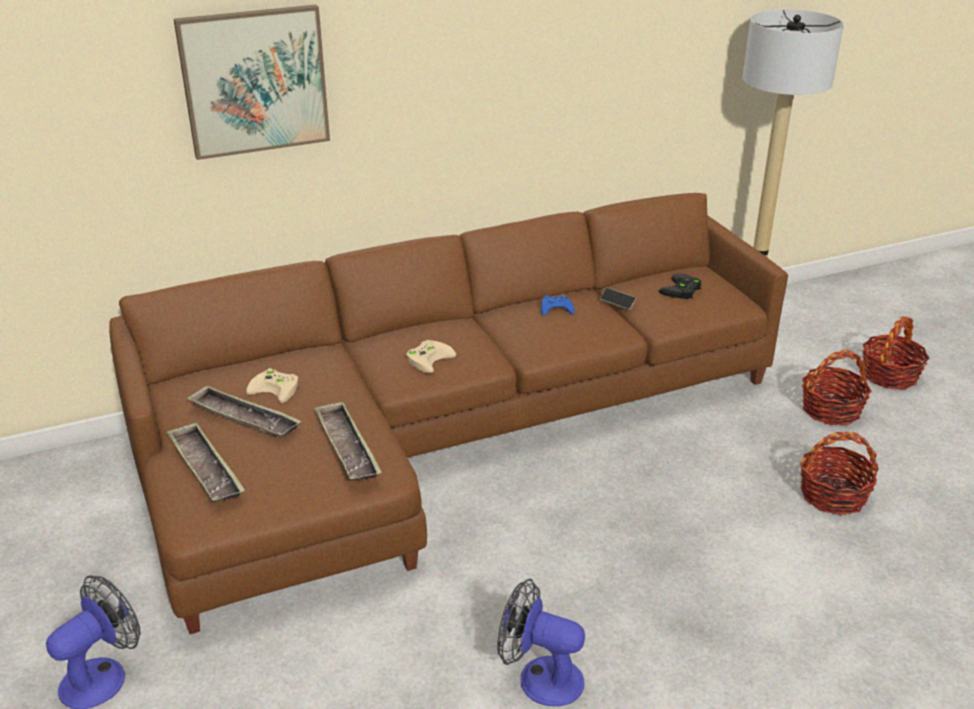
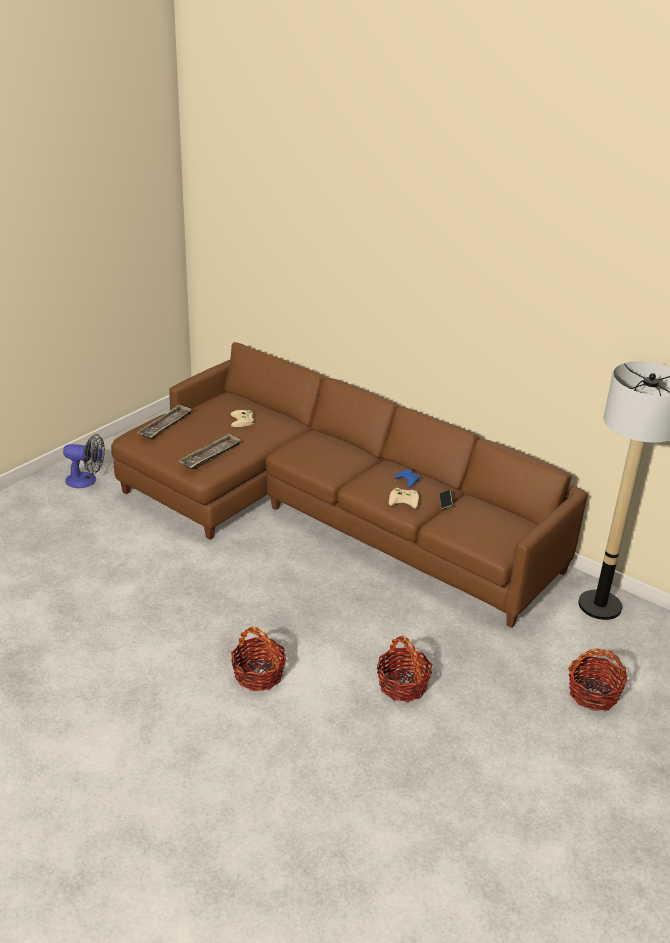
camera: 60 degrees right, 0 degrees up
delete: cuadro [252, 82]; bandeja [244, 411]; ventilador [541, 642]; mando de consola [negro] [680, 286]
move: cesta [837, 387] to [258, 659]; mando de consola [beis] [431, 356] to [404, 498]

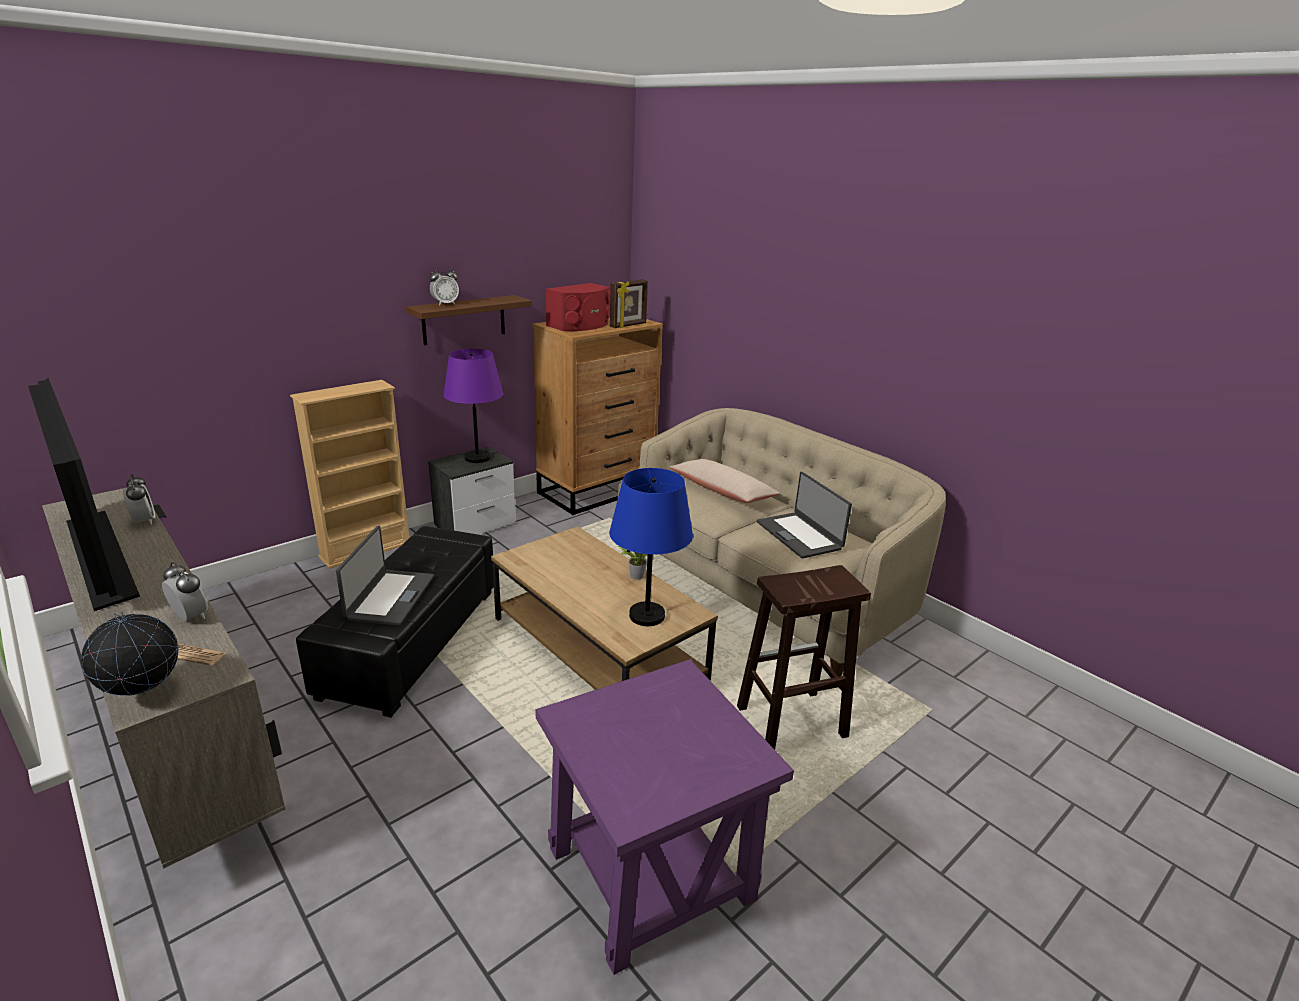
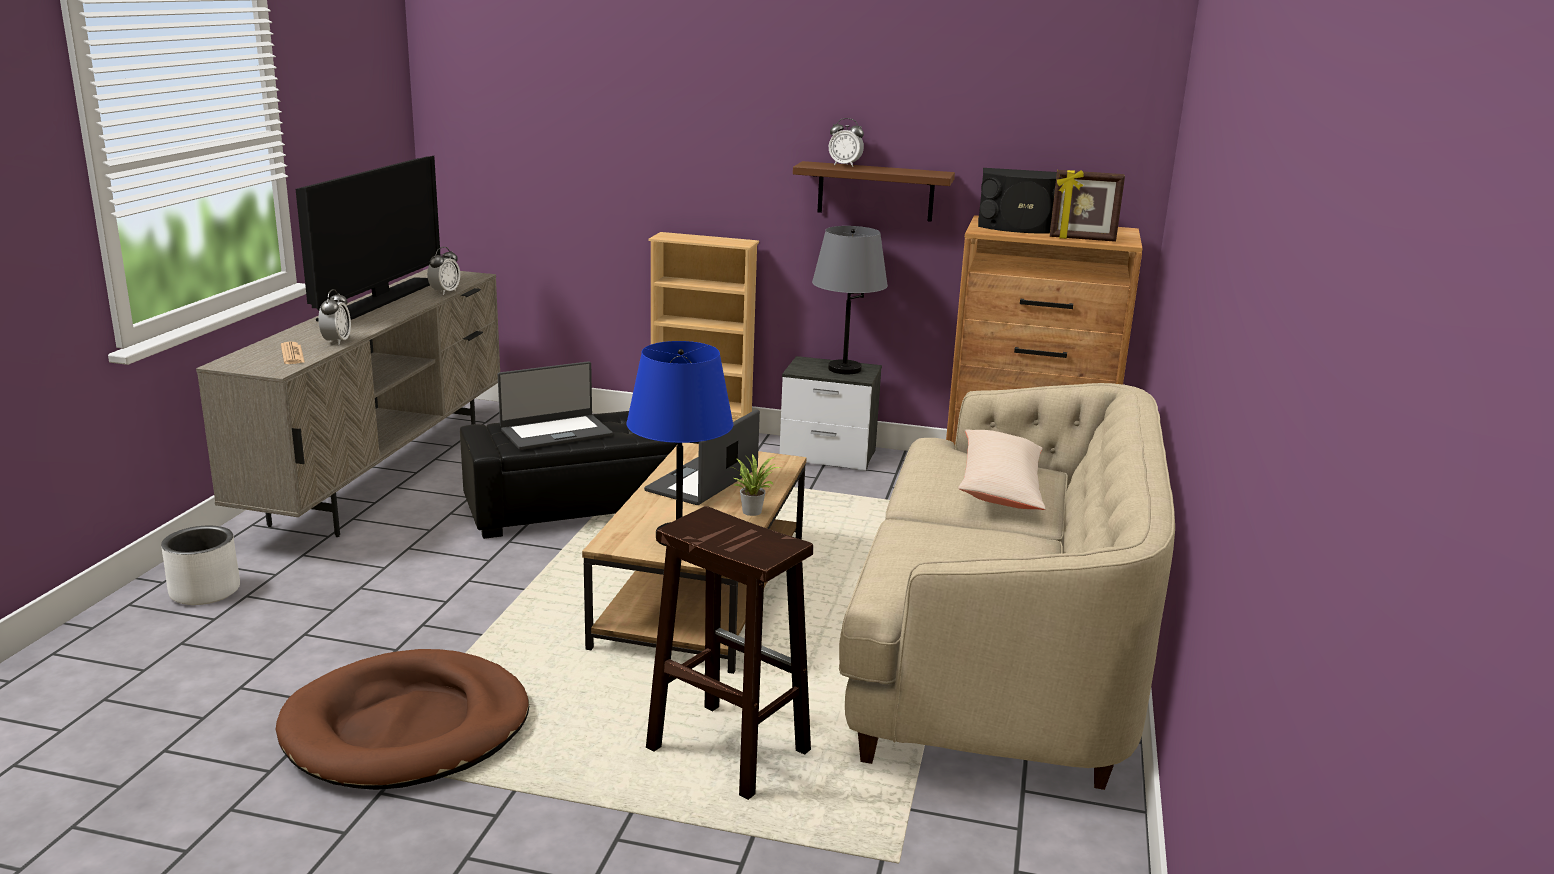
camera: 55 degrees right, 5 degrees down
delete: globo terráqueo [130, 653]
insert: maceta [blanco] [200, 565]
move: portátil [804, 515] to [702, 457]
replace: mesa auxiliar [morado] [664, 817] to cama para perro [marrón] [402, 719]
recolor: lámpara de mesa [morado] [473, 406] to lámpara de mesa [gris] [850, 300]; altavoz [rojo] [578, 307] to altavoz [negro] [1017, 201]

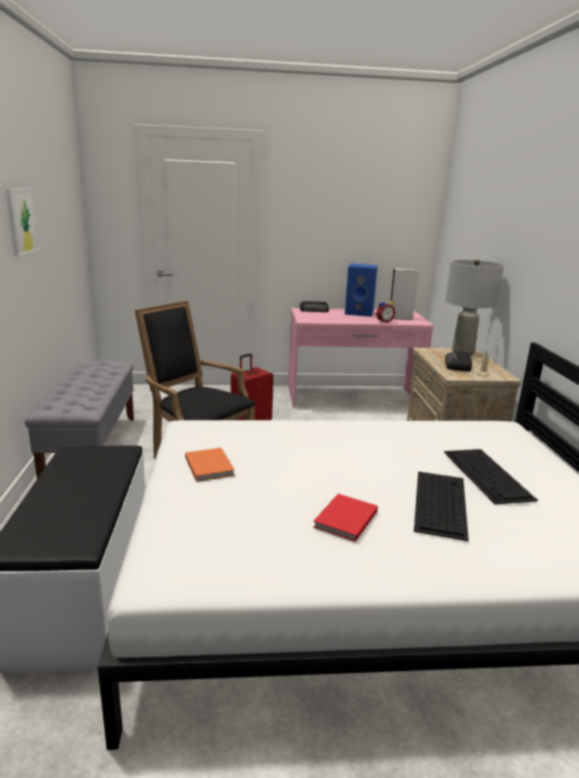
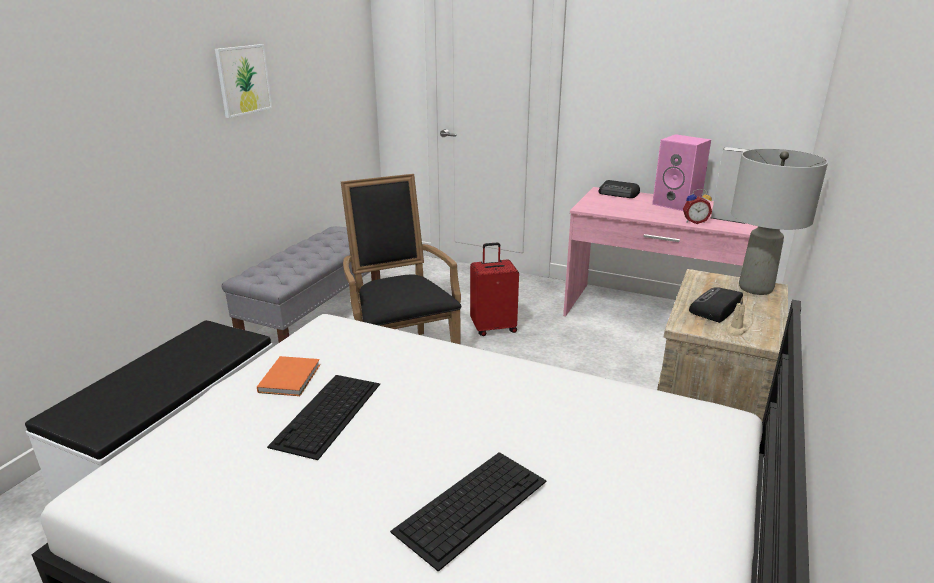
camera: 30 degrees right, 5 degrees up
delete: libro [rojo] [345, 518]
move: teclado [491, 476] to [323, 417]
recolor: altavoz [azul] [361, 290] to altavoz [rosa] [681, 172]

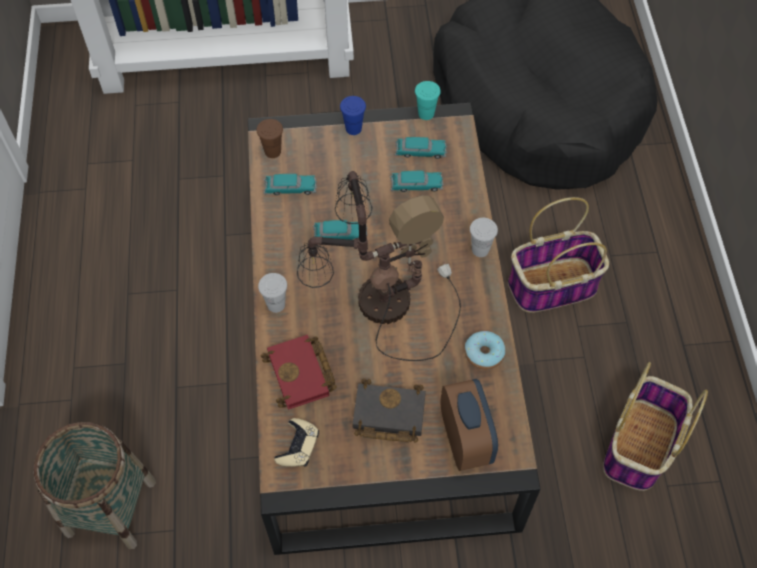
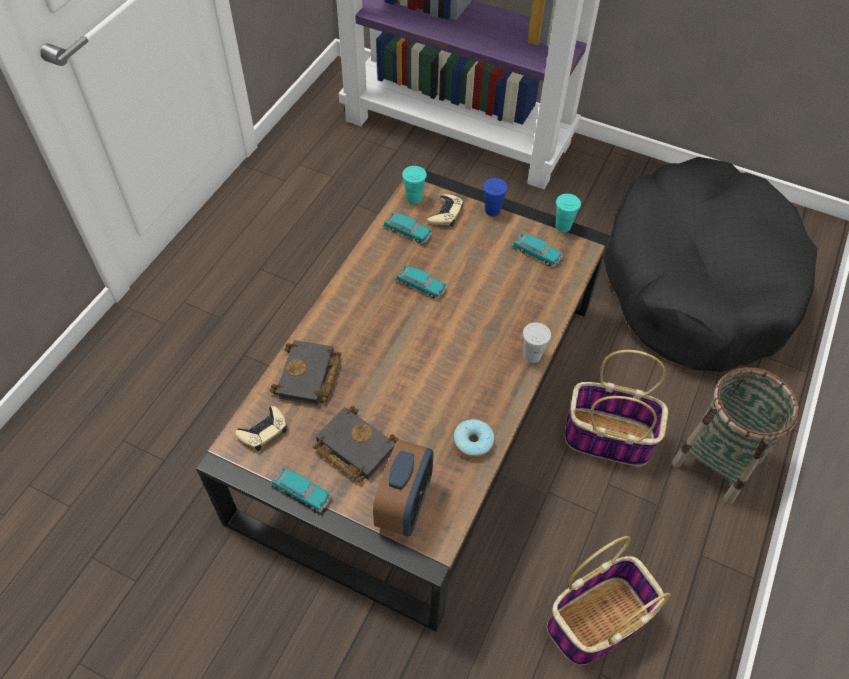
camera: 30 degrees right, 5 degrees down
delete: taza [blanco] [272, 293]; lámpara de mesa [379, 266]
insert: mando de consola [beis] [445, 210]
move: coche de juguete [417, 181] to [301, 489]; cesta [95, 486] to [735, 435]
recolor: libro [rojo] [299, 372] to libro [negro] [305, 372]; taza [marrón] [269, 138] to taza [turquesa] [414, 185]

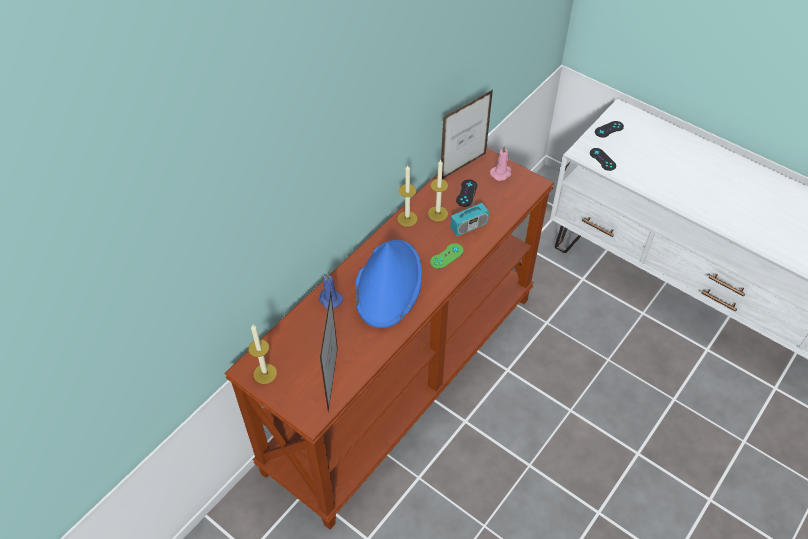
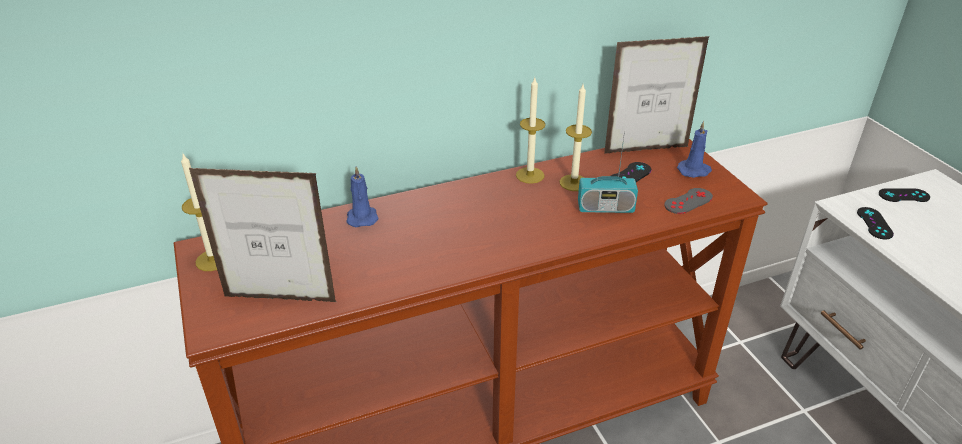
camera: 30 degrees right, 15 degrees down
delete: sombrero [azul] [388, 284]; mando de consola [verde] [447, 256]
insert: mando de consola [gris] [688, 201]
recolor: vela [rosa] [500, 163] to vela [azul] [694, 149]
rotate: portarretratos [329, 351] = [262, 235] 60 degrees clockwise

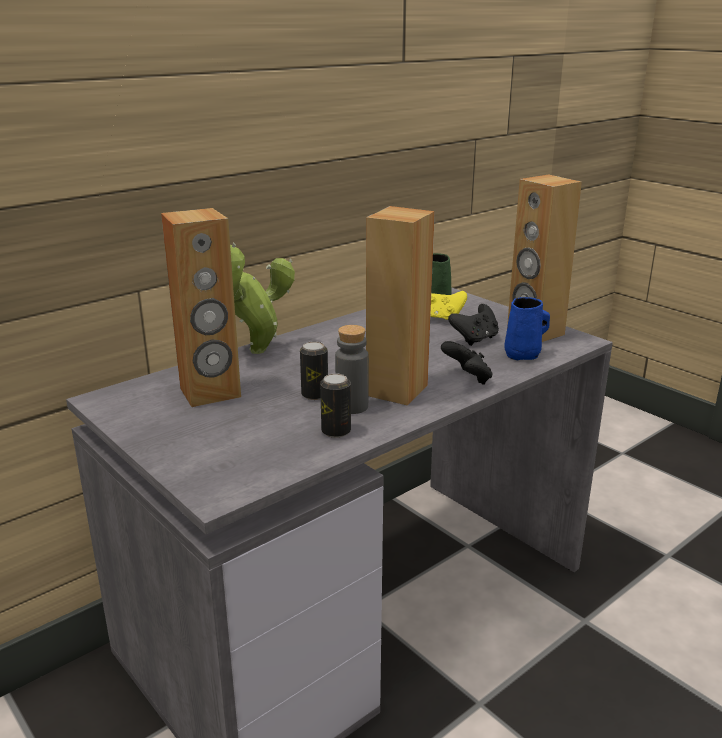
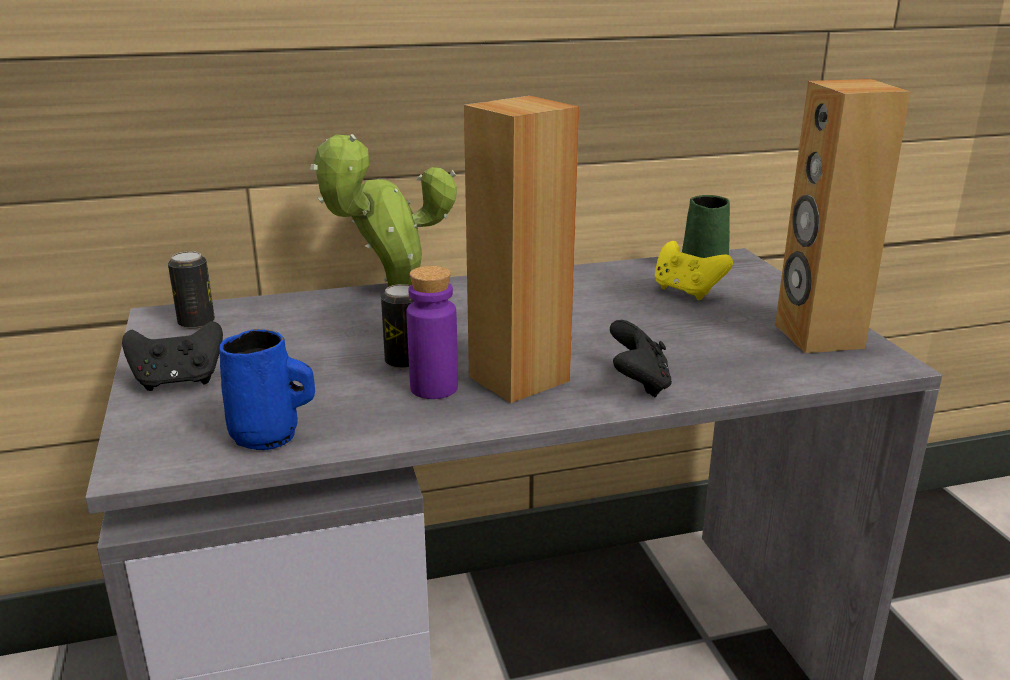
camera: 25 degrees right, 0 degrees up
delete: altavoz [marrón] [201, 307]
move: mando de consola [negro] [473, 325] to [172, 356]; lata [335, 405] to [191, 290]; taza grande [azul] [527, 328] to [267, 389]
recolor: botella [gris] [352, 369] to botella [morado] [432, 332]

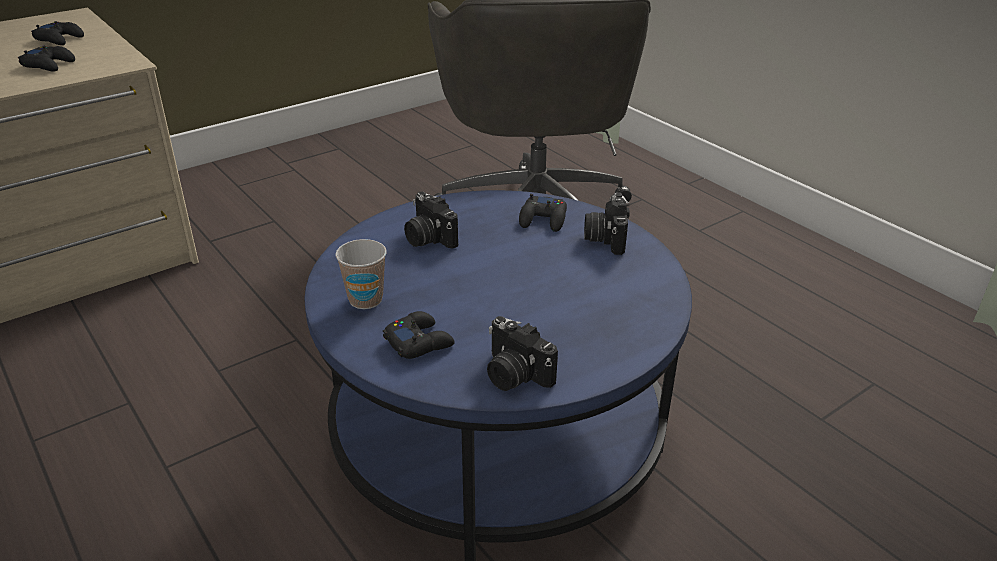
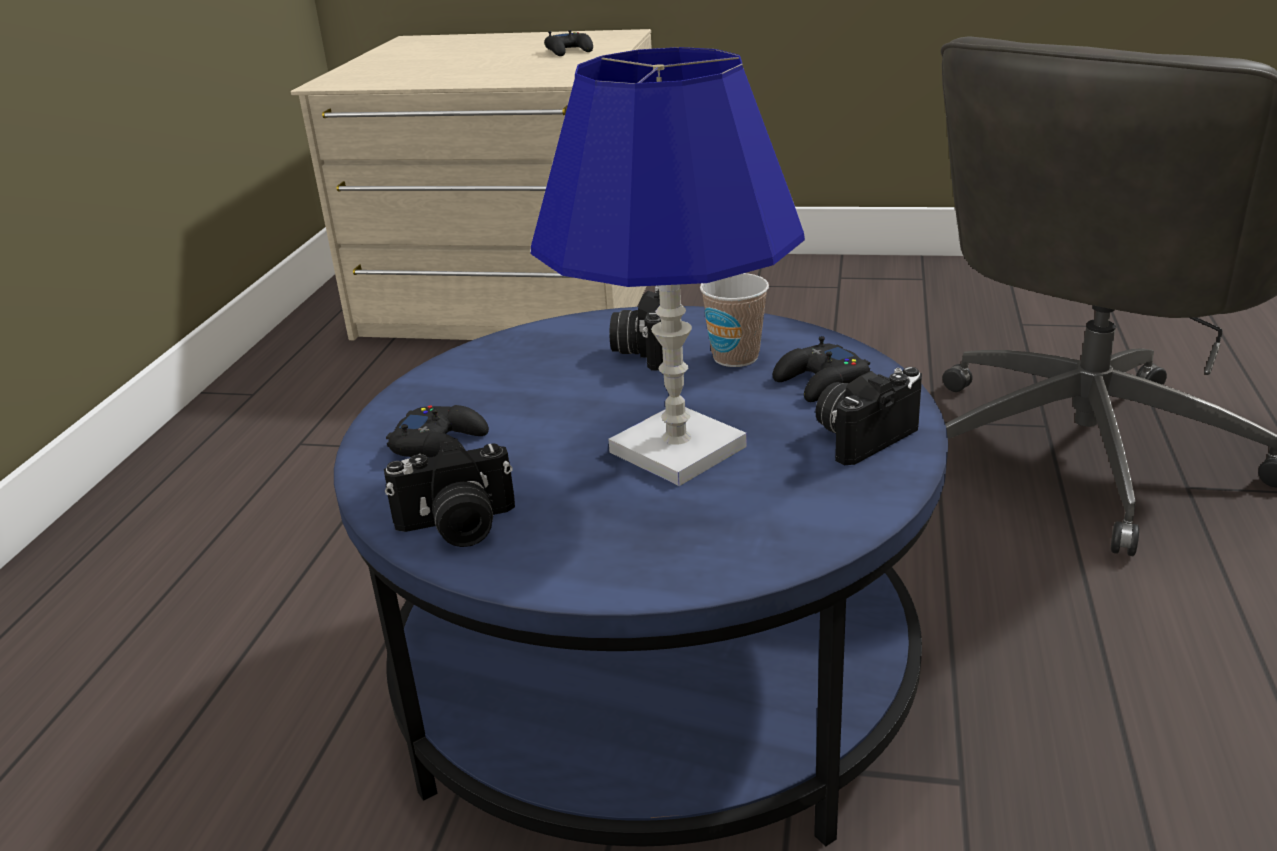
camera: 50 degrees right, 5 degrees down
delete: mando de consola [negro] [46, 59]
insert: lámpara de mesa [azul] [668, 266]
move: taza [361, 274] to [734, 320]
rotate: cámara [522, 353] = [449, 493] 105 degrees counterclockwise

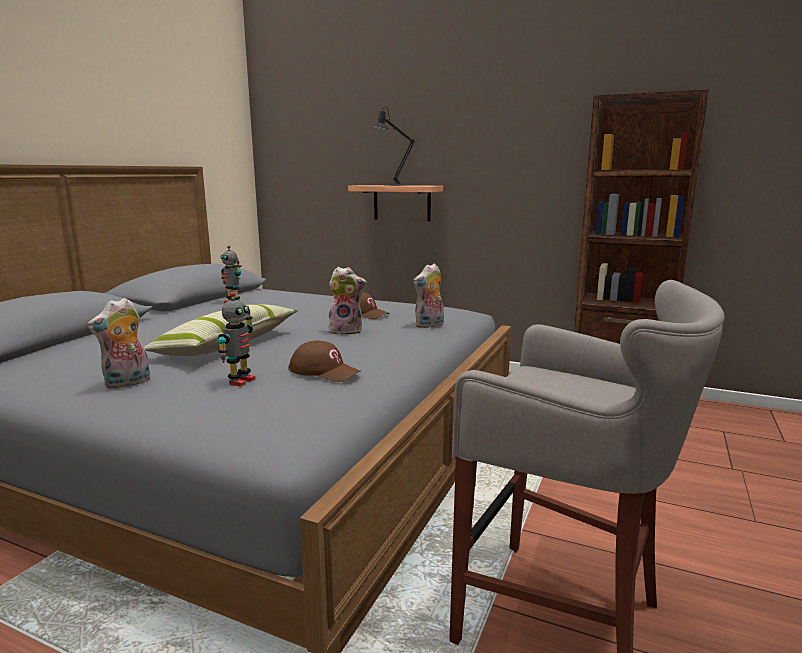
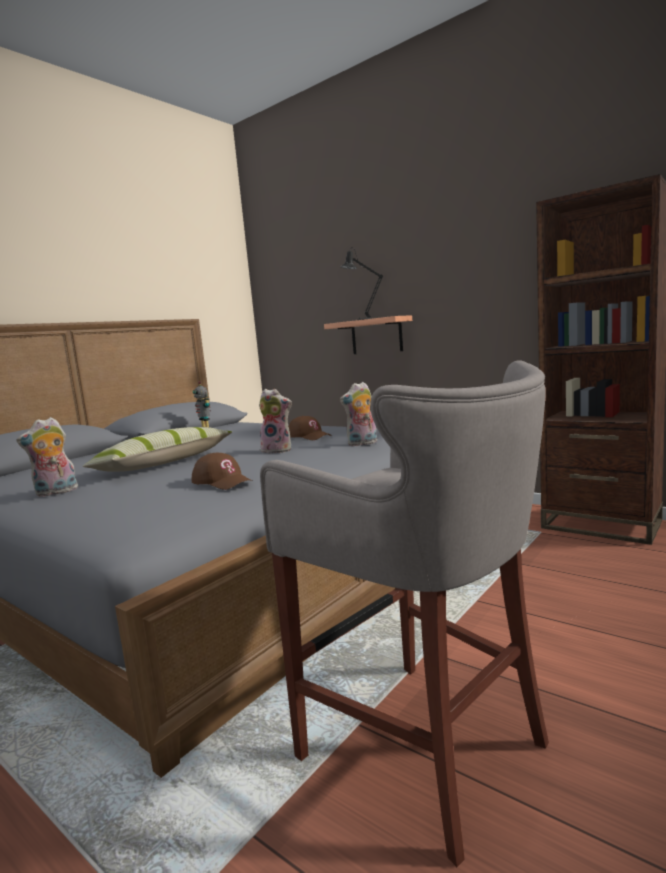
camera: 15 degrees right, 5 degrees down
delete: robot de juguete [236, 339]

